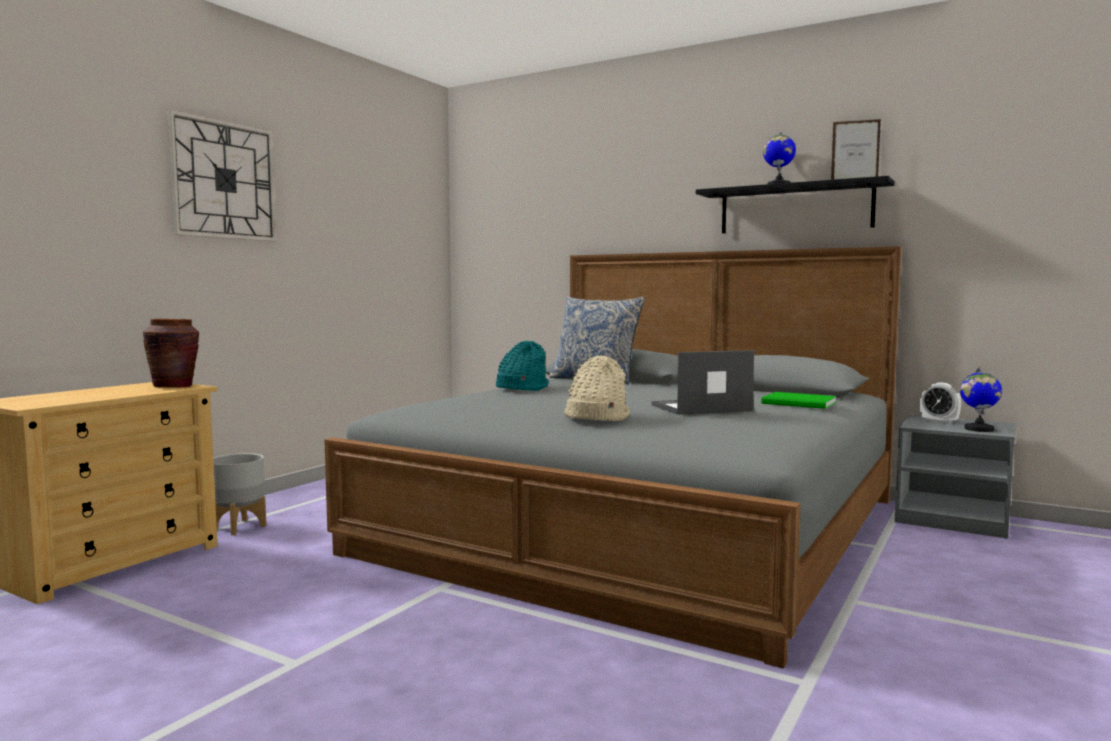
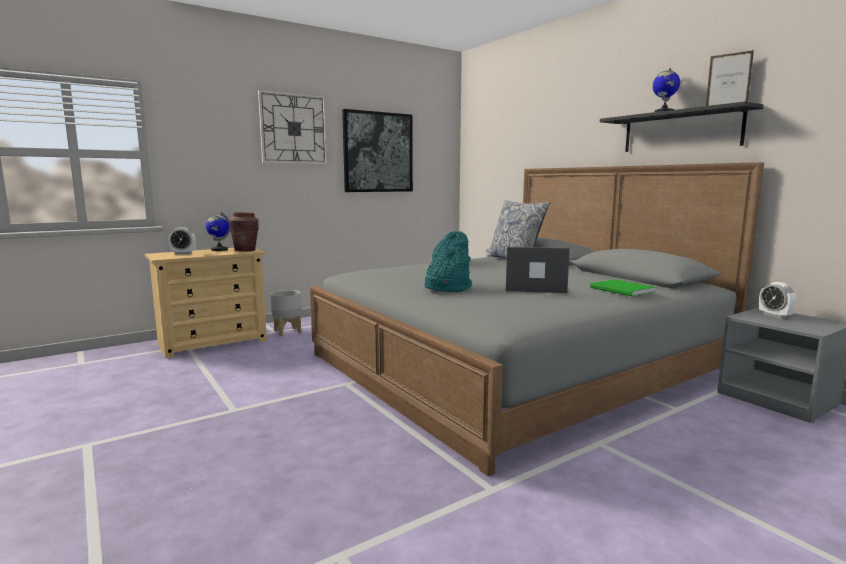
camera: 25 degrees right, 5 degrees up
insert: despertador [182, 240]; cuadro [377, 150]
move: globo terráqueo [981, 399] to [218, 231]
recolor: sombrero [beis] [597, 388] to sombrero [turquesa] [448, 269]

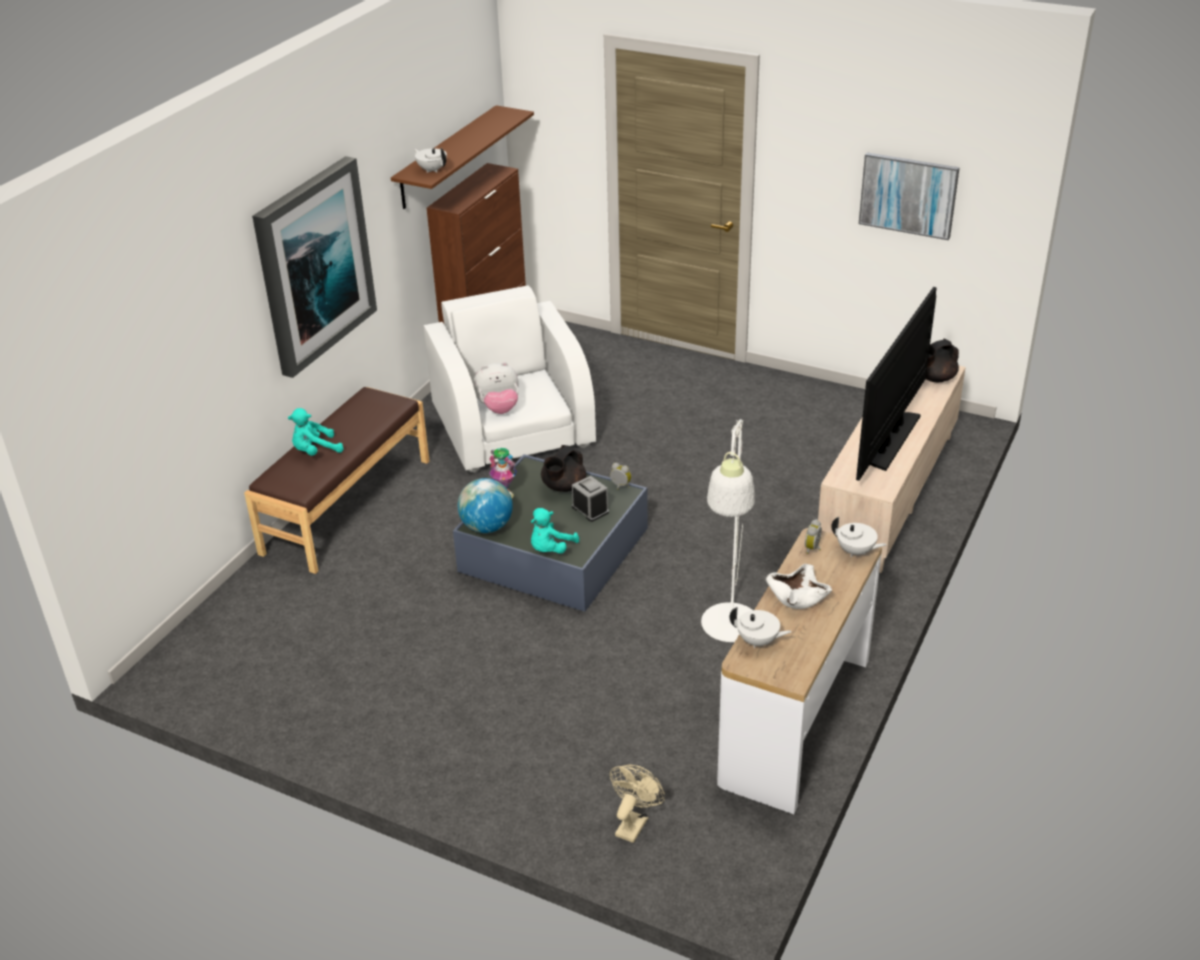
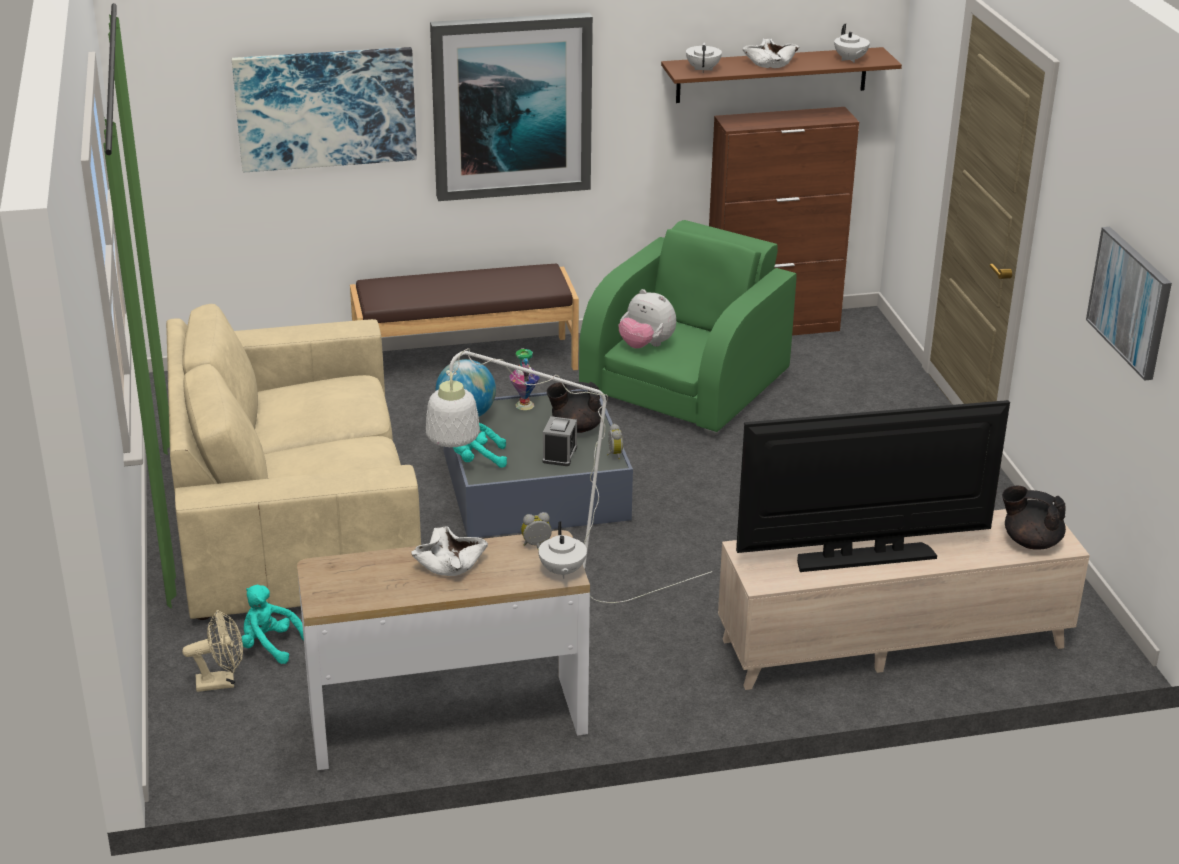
camera: 50 degrees right, 5 degrees down
insert: sofá [beis] [293, 462]; cuadro [324, 109]; cuenco [blanco] [770, 53]
move: peluche [turquesa] [316, 432] to [273, 624]; tetera [blanco] [760, 627] to [852, 43]
recolor: sillón [blanco] [510, 379] to sillón [verde] [688, 328]

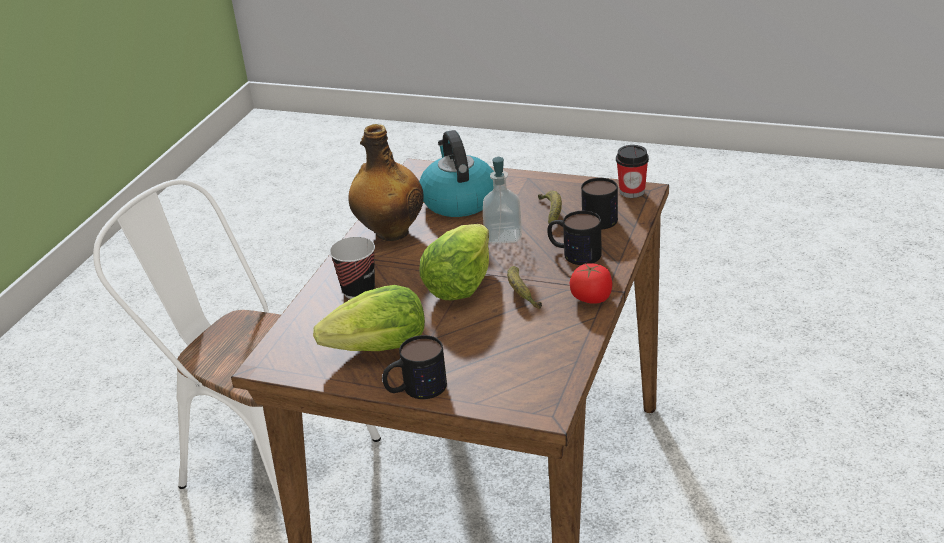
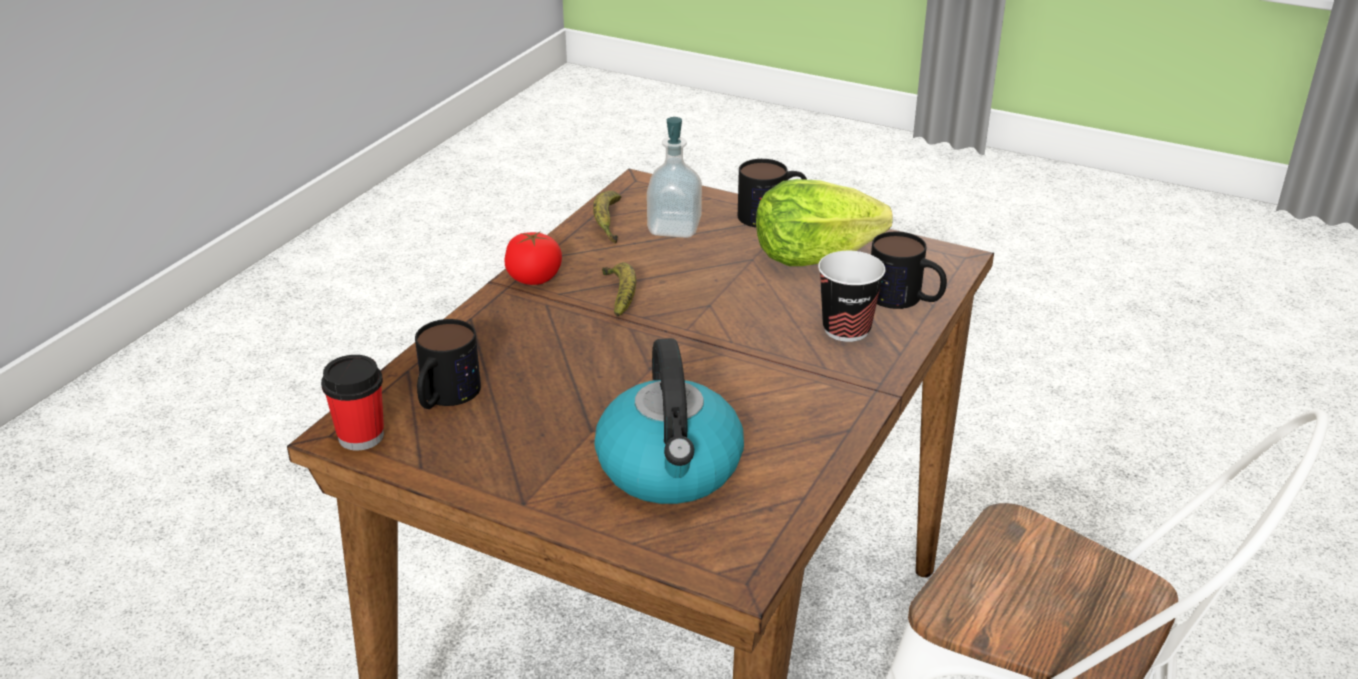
camera: 175 degrees left, 0 degrees up
delete: botella [386, 182]; lechuga [454, 262]
move: plátano [550, 207] to [607, 217]; dispensador de jabón [502, 200] to [674, 177]; taza grande [574, 238] to [909, 270]

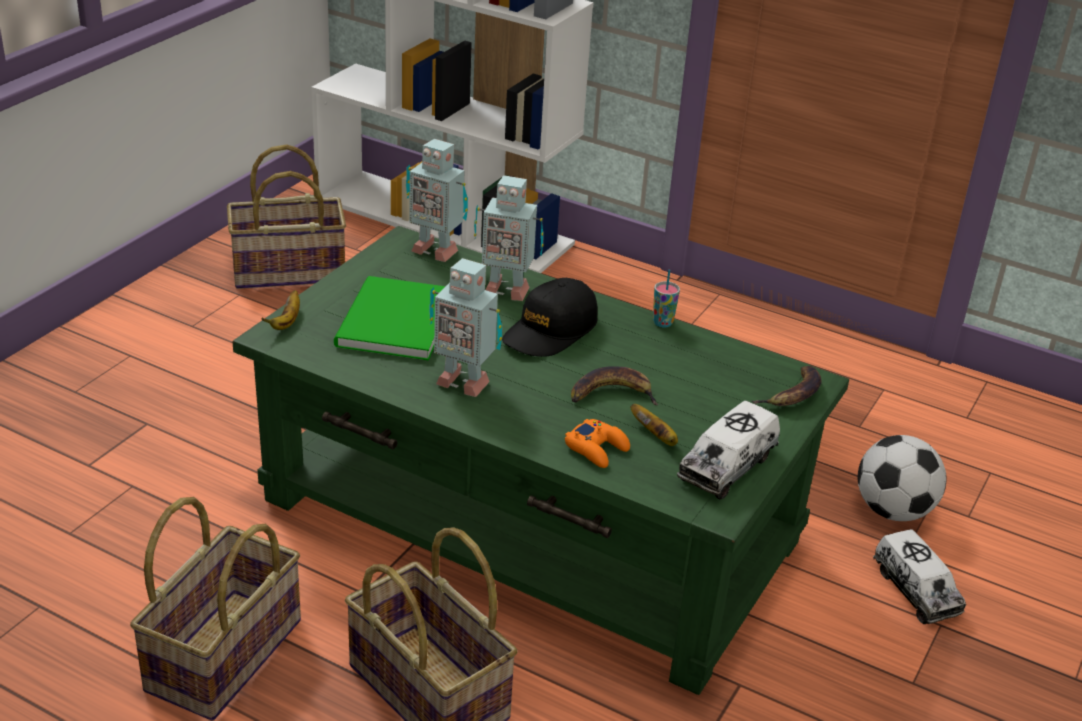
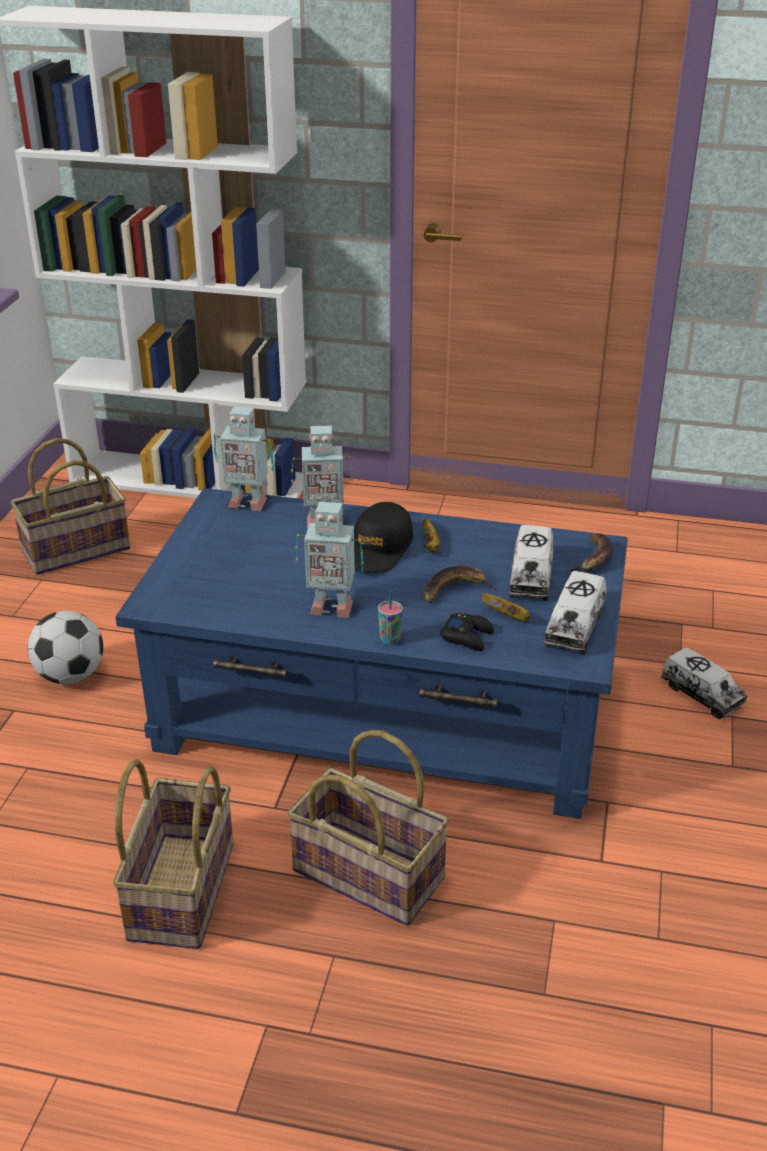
camera: 15 degrees left, 0 degrees up
delete: libro [verde] [390, 318]
insert: camión de juguete [531, 563]
move: balón de fútbol [902, 478] to [65, 647]; taza [666, 299] to [390, 618]; plátano [280, 310] to [430, 536]
recolor: mesa de centro [verde] [541, 460] to mesa de centro [azul] [372, 653]; mando de consola [naranja] [597, 443] to mando de consola [negro] [467, 632]

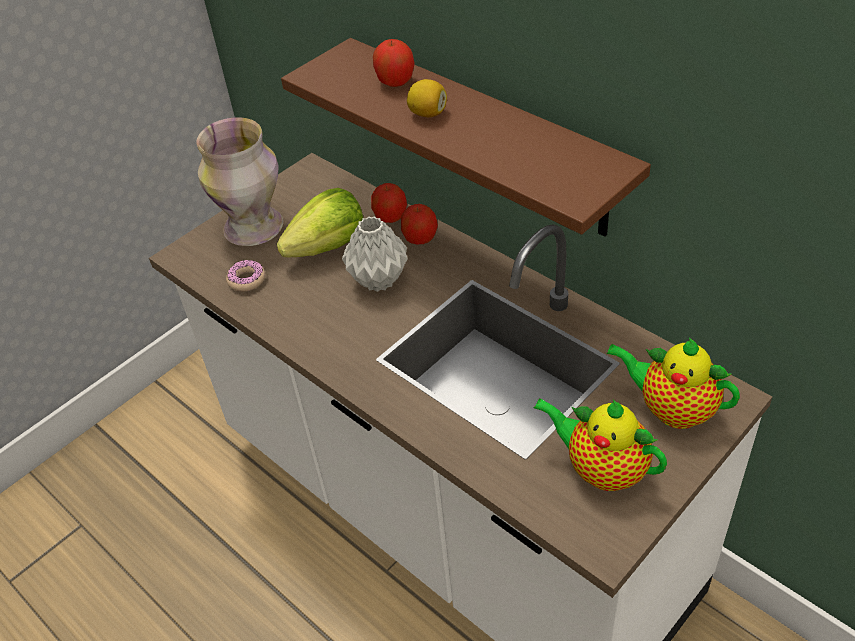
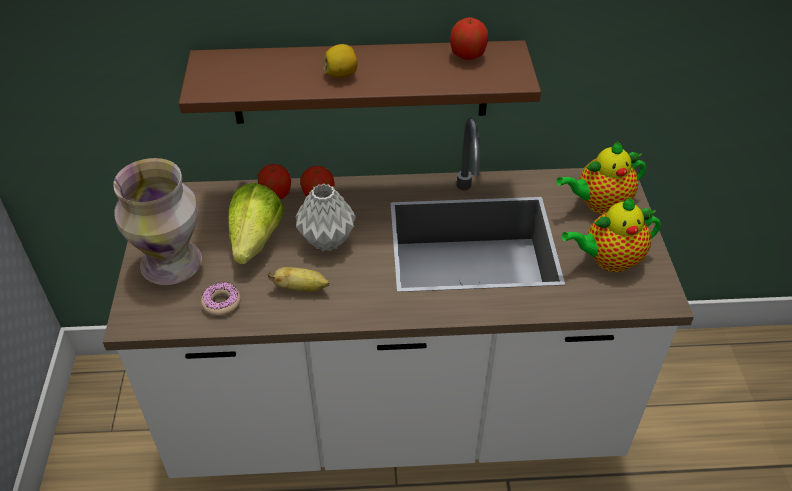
camera: 50 degrees left, 0 degrees up
insert: plátano [299, 279]
move: manzana [394, 63] to [469, 38]

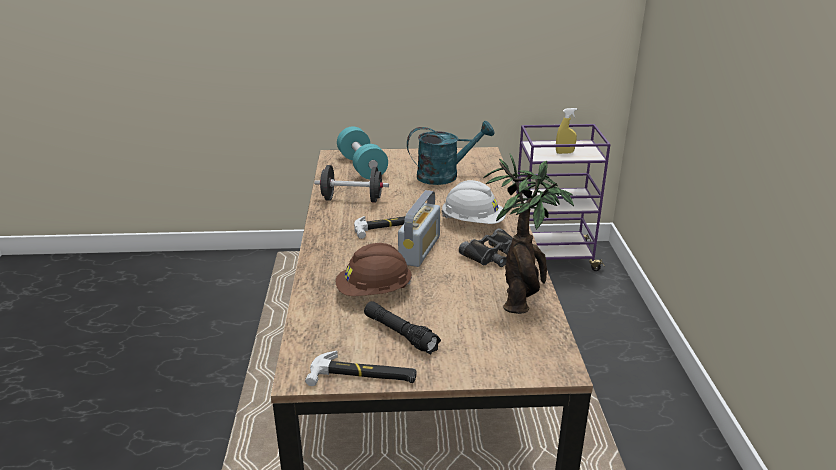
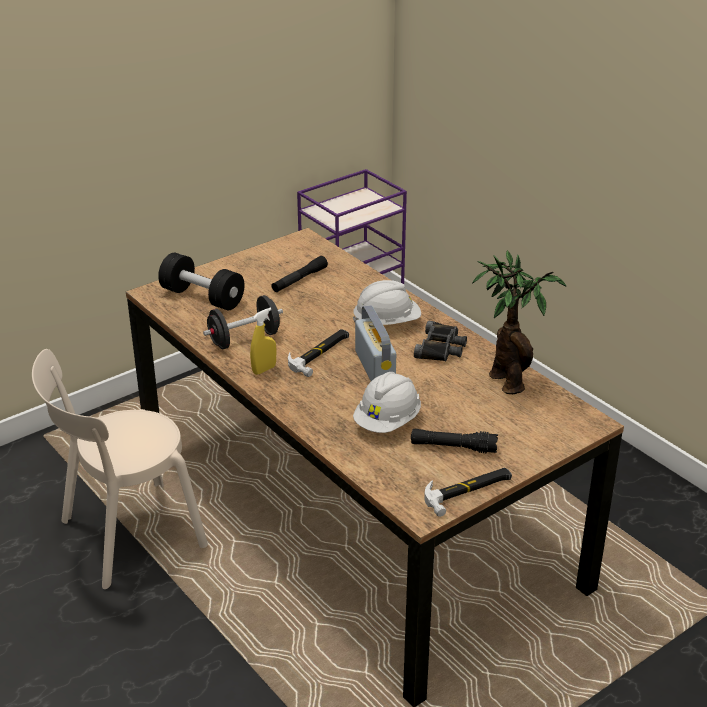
camera: 35 degrees left, 5 degrees up
insert: silla [beis] [120, 469]
move: pulverizador [amarillo] [566, 131] to [263, 341]
replace: regadera [turquesa] [450, 152] to linterna [negro] [300, 274]
recolor: mancuerna [turquesa] [362, 152] to mancuerna [negro] [201, 281]; casco [marrón] [374, 269] to casco [blanco] [387, 402]

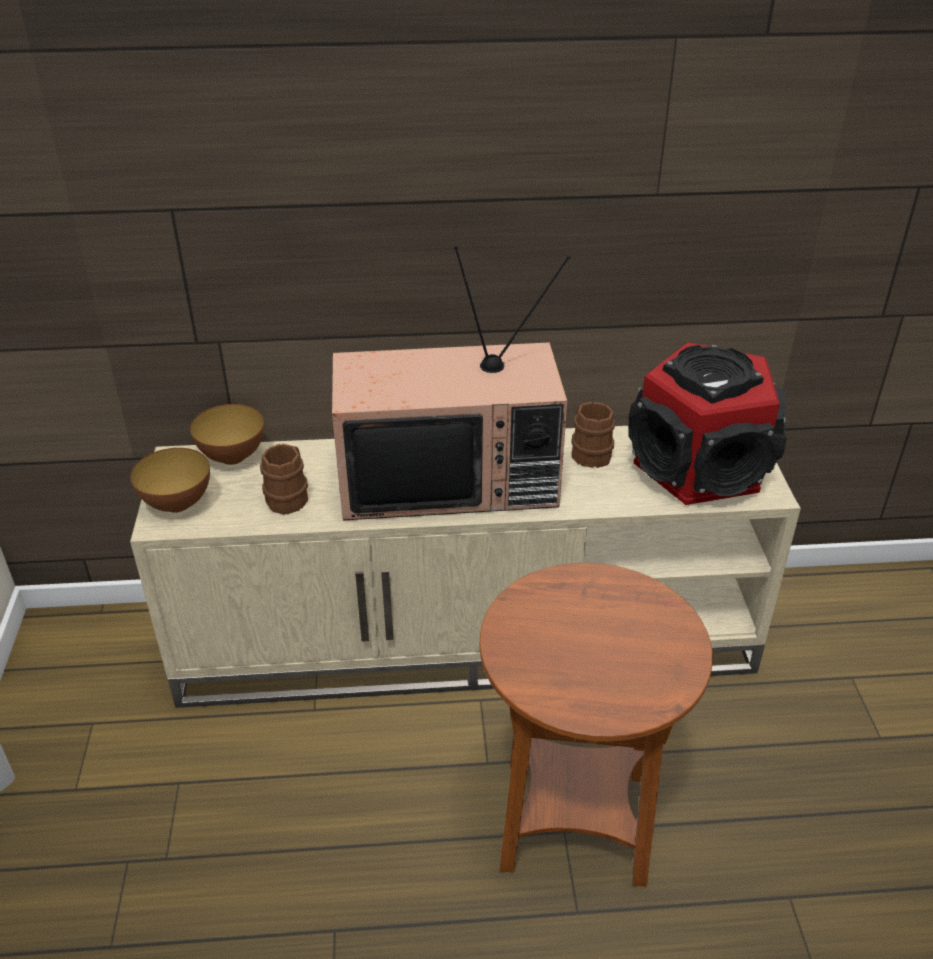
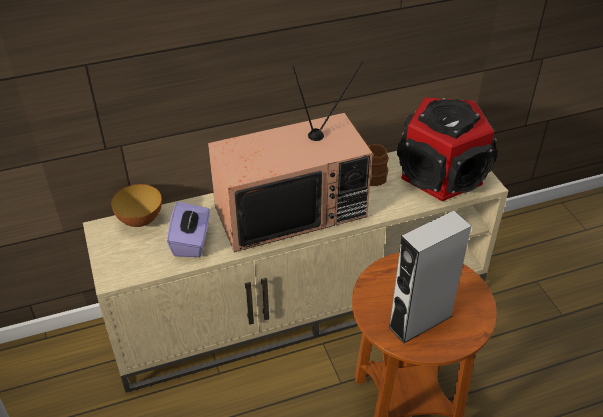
camera: 15 degrees left, 5 degrees up
delete: cuenco [170, 480]
insert: altavoz [gris] [429, 277]
replace: taza grande [marrón] [284, 479] to caja de pañuelos [morado] [188, 229]

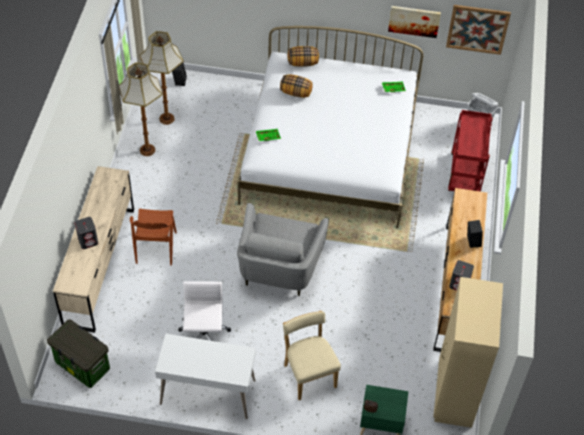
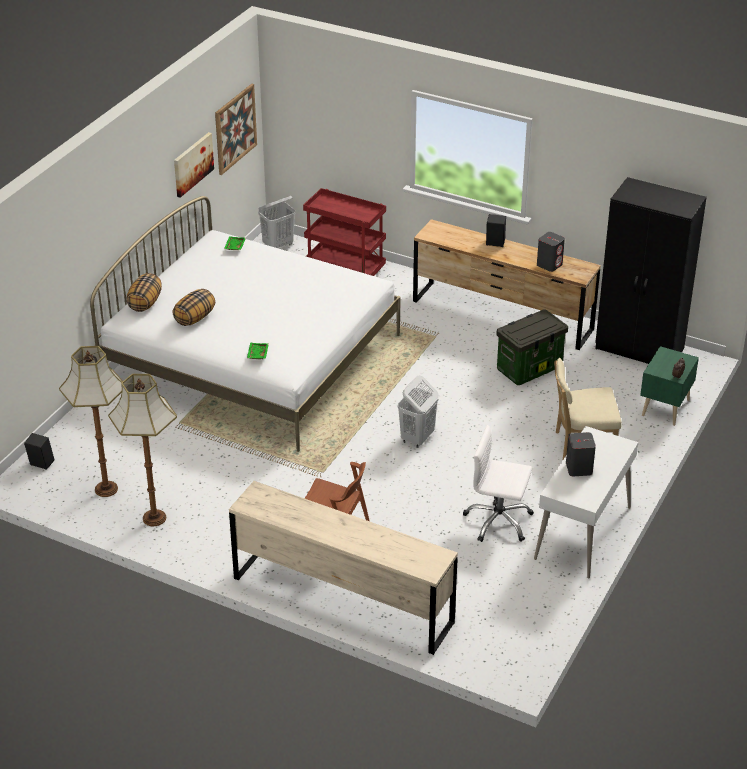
camera: 70 degrees left, 15 degrees down
move: caja de almacenaje [78, 353] to [532, 347]; altavoz [gris] [86, 233] to [581, 454]
replace: sillón [gris] [283, 249] to cesto de la ropa [blanco] [418, 412]
recolor: armario ropero [beis] [468, 352] to armario ropero [negro] [651, 270]

